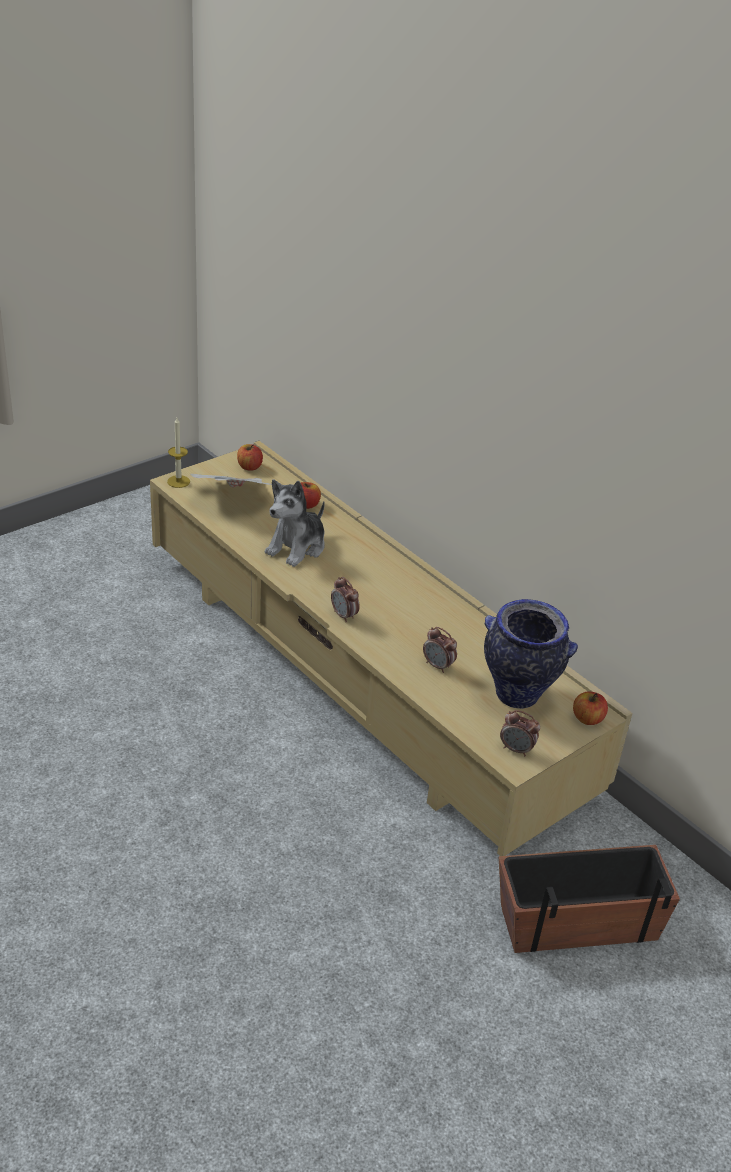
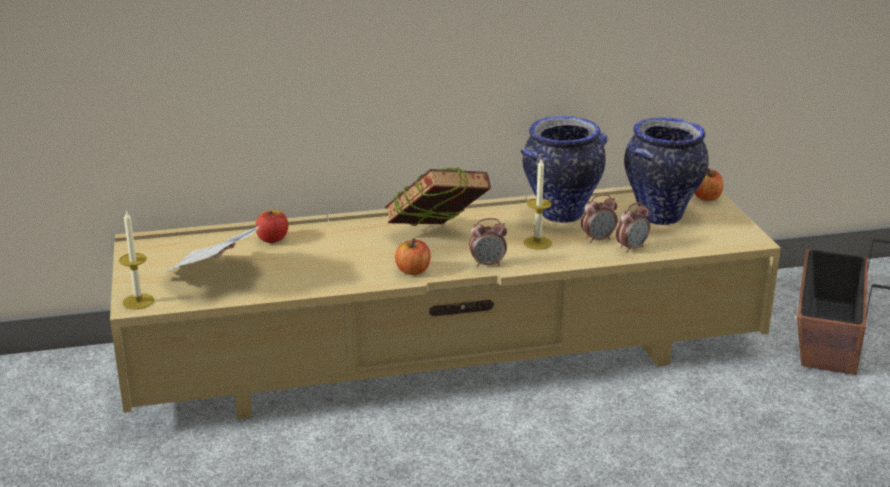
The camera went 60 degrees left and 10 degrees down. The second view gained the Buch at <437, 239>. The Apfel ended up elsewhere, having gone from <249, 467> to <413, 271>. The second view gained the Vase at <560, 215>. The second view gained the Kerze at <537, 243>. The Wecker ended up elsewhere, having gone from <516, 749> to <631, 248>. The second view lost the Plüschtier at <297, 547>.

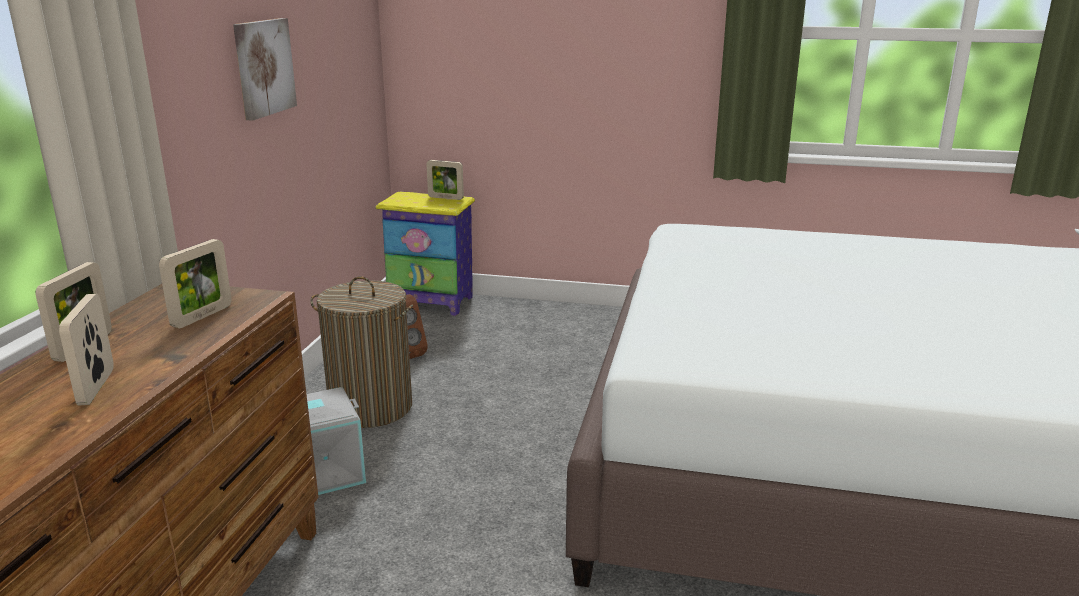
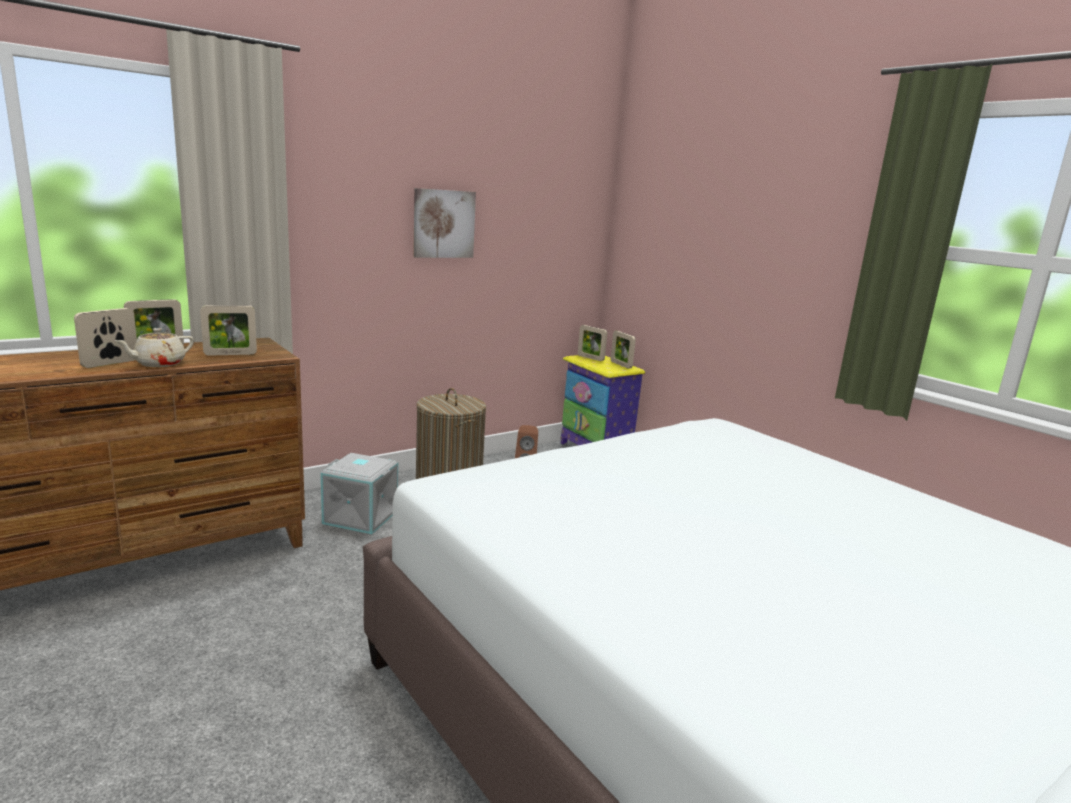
The camera went 40 degrees right and 5 degrees down. The second view gained the Teekanne [beige] at <159, 364>. The second view gained the Bilderrahmen at <590, 358>.

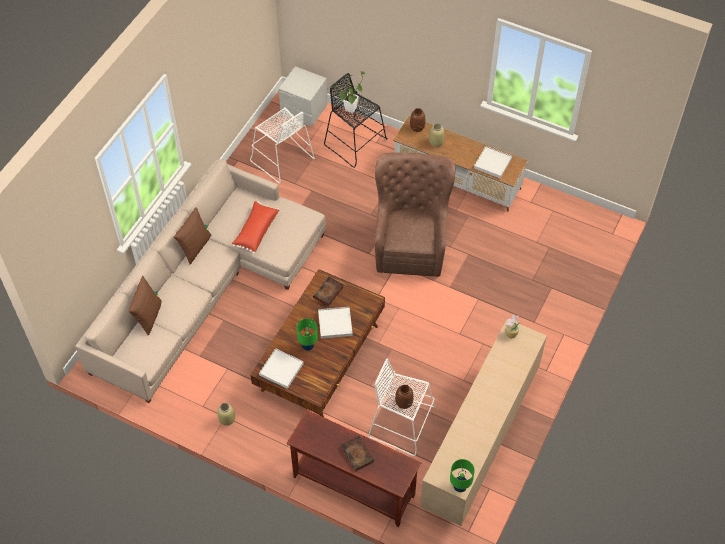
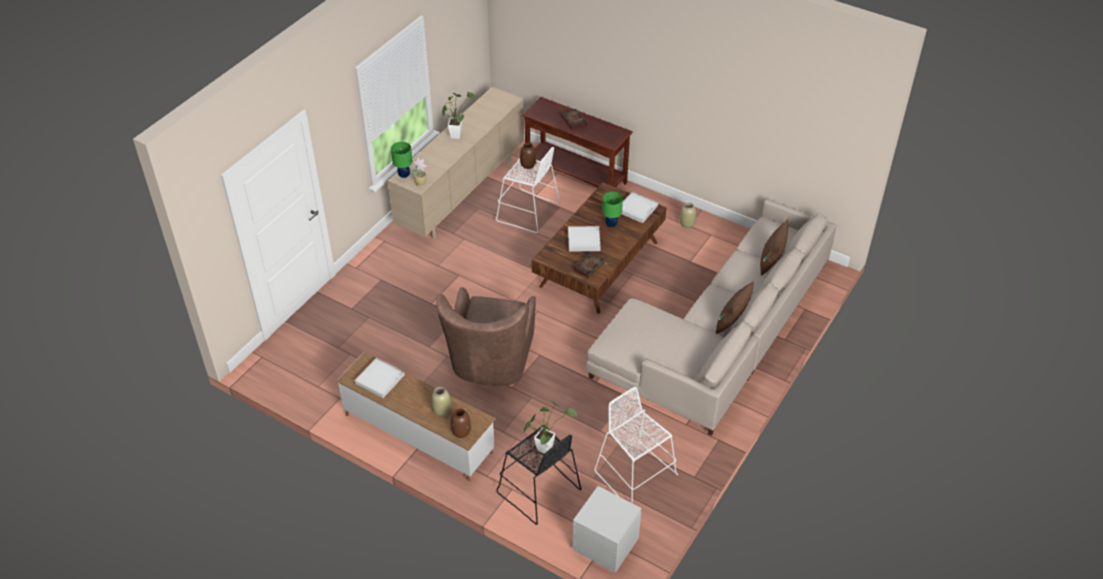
The camera went 175 degrees left and 10 degrees down. The Tischlampe [grün] ended up elsewhere, having gone from <460, 486> to <403, 175>. The second view gained the Topfpflanze at <456, 134>. The second view lost the Kissen [rot] at <255, 231>.

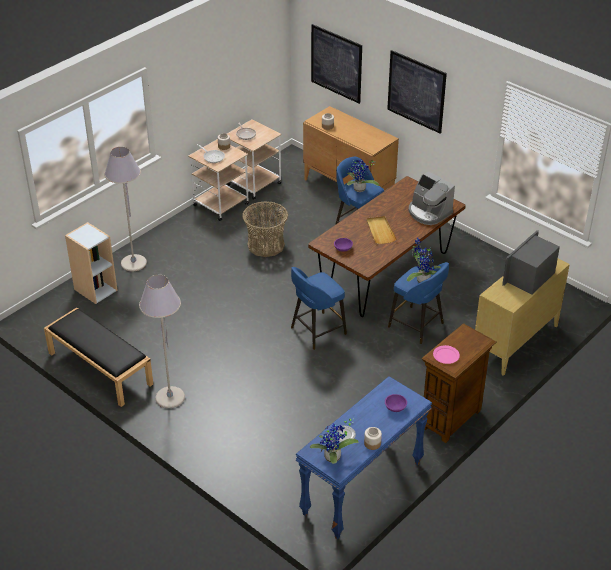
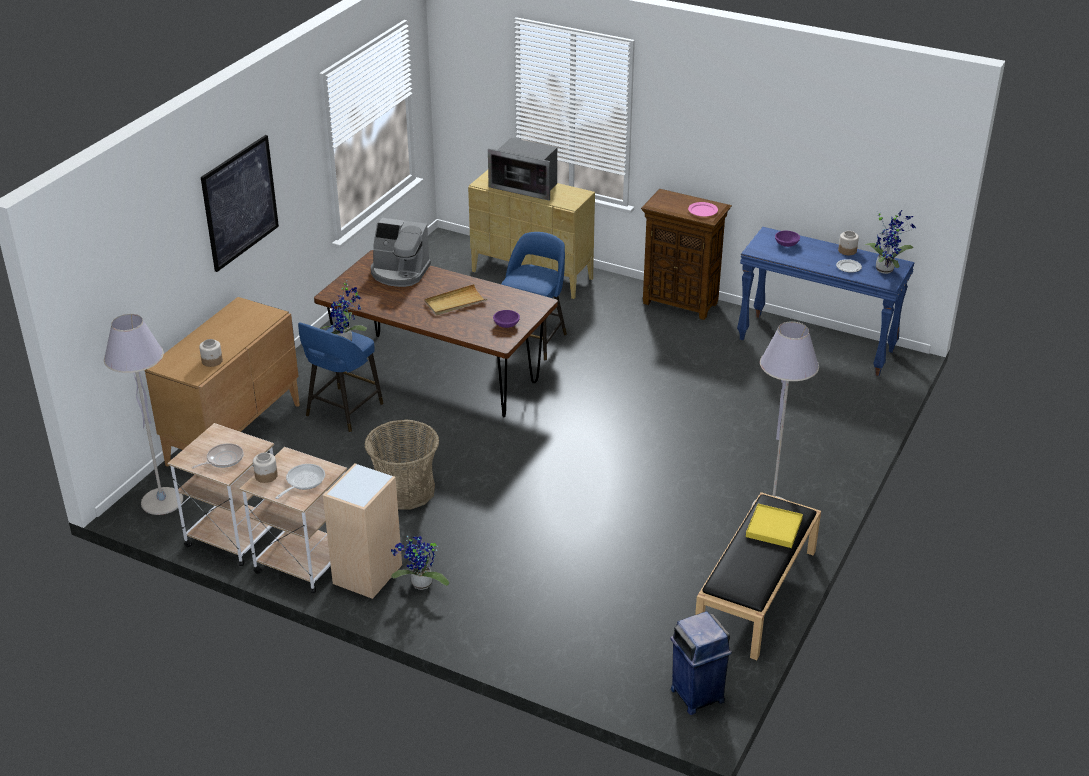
The camera went 105 degrees left and 5 degrees down. The Stehlampe [grau] ended up elsewhere, having gone from <133, 263> to <162, 502>. The Bücherregal ended up elsewhere, having gone from <95, 289> to <366, 574>. The Kaffeemaschine at <428, 212> ended up facing another way, 75 degrees clockwise from before. The Topfpflanze ended up elsewhere, having gone from <422, 280> to <420, 585>. The second view gained the Mülleimer [blau] at <697, 694>. The second view gained the Tablett [gelb] at <774, 528>. The second view lost the Hocker [blau] at <317, 331>. The second view lost the Bild at <336, 63>.

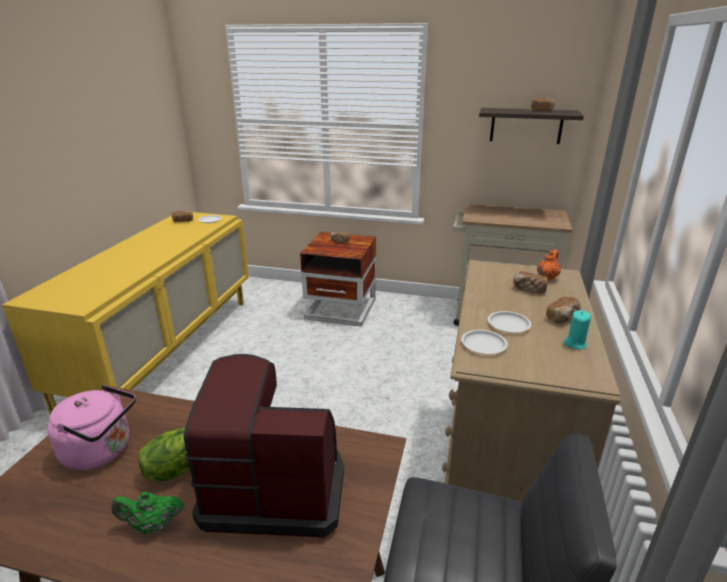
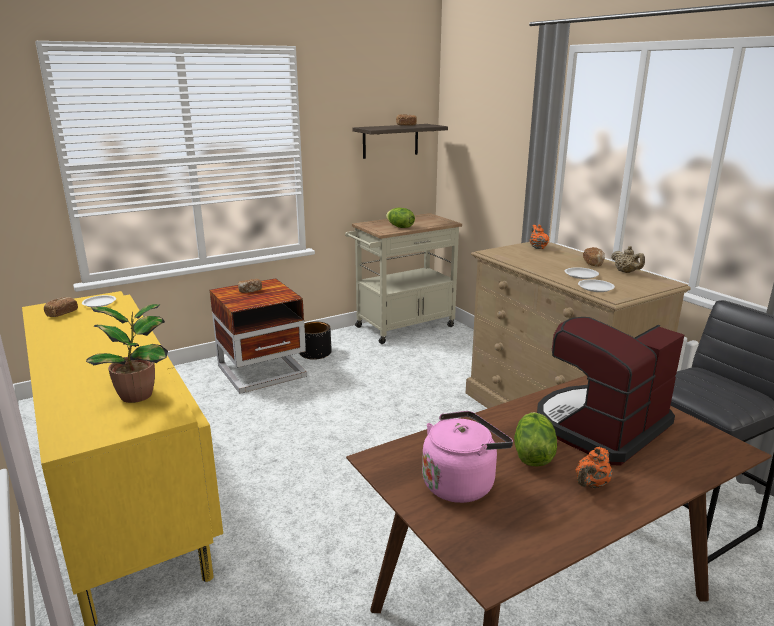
The camera went 45 degrees left and 5 degrees down. The second view gained the Topfpflanze at <139, 394>. The second view gained the Pflanzkübel [schwarz] at <315, 353>. The second view gained the Salatkopf at <400, 227>. What was the Teekanne [grün] at <152, 525> turned into the Teekanne [orange] at <591, 484>. Where the Kerze [türkis] stood at <575, 344>, the Teekanne [beige] came to stand at <626, 272>. The second view lost the Brot at <529, 289>.

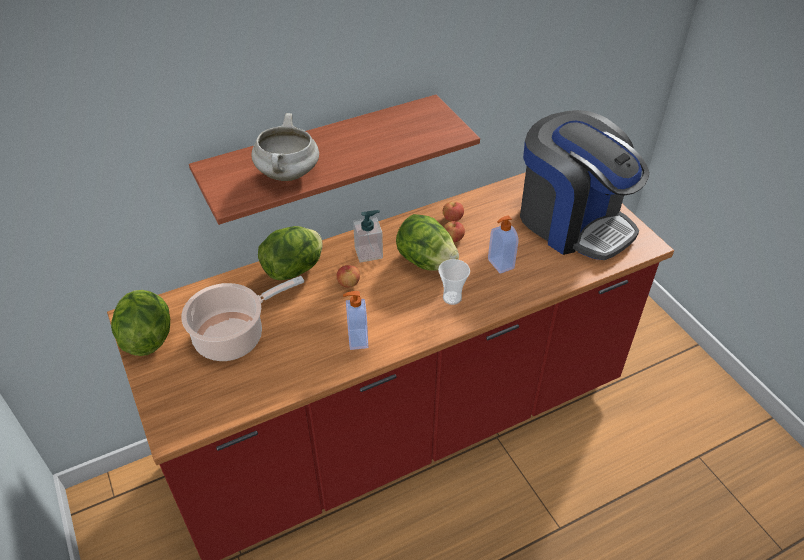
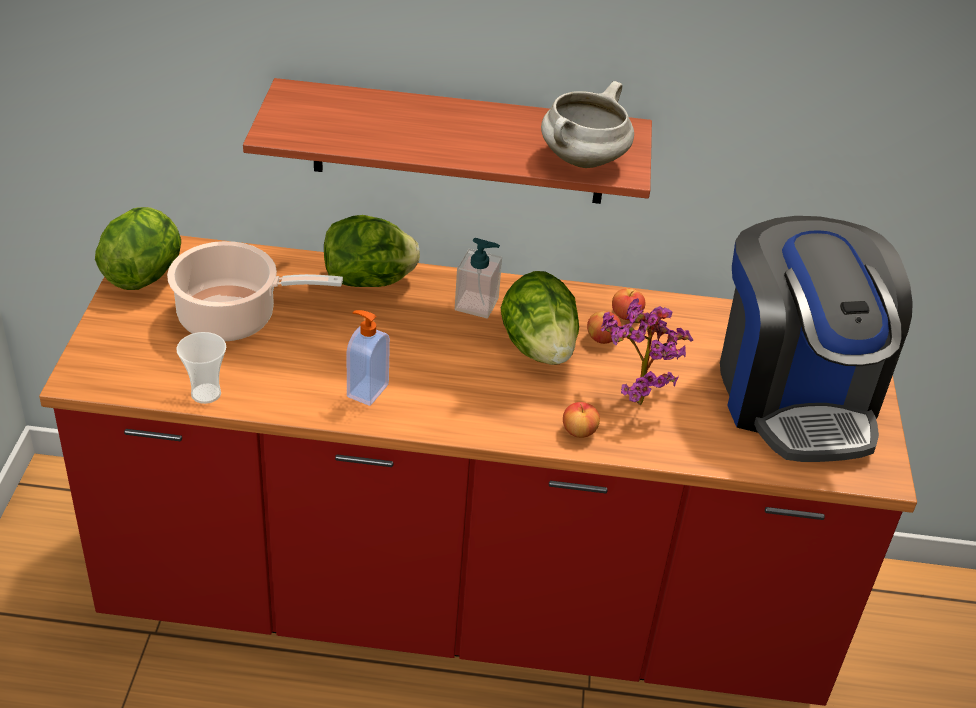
The camera went 30 degrees right and 5 degrees down. The Tasse ended up elsewhere, having gone from <452, 298> to <206, 394>. The Kochtopf [weiß] ended up elsewhere, having gone from <288, 174> to <583, 161>. The Apfel ended up elsewhere, having gone from <348, 283> to <579, 431>. Where the Seifenspender stood at <500, 264>, the Topfpflanze came to stand at <634, 397>.

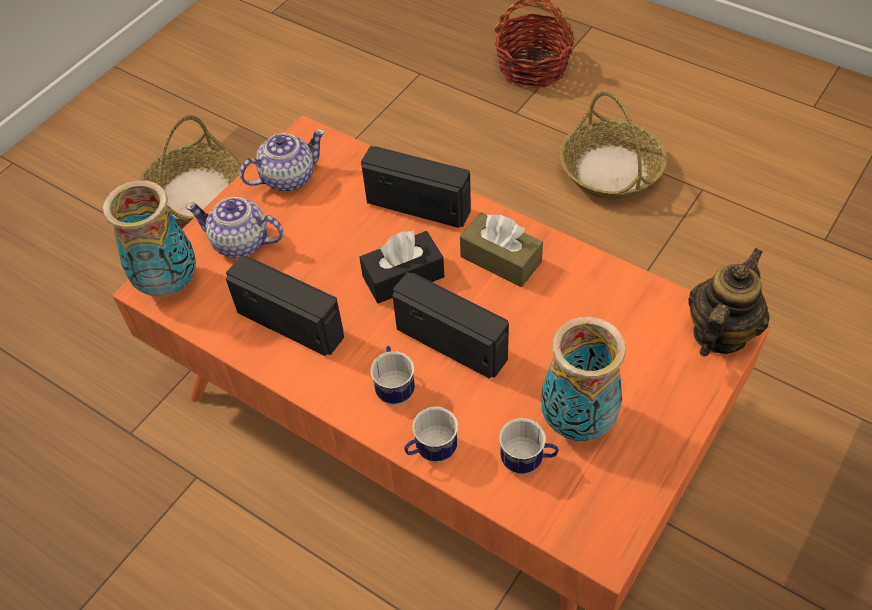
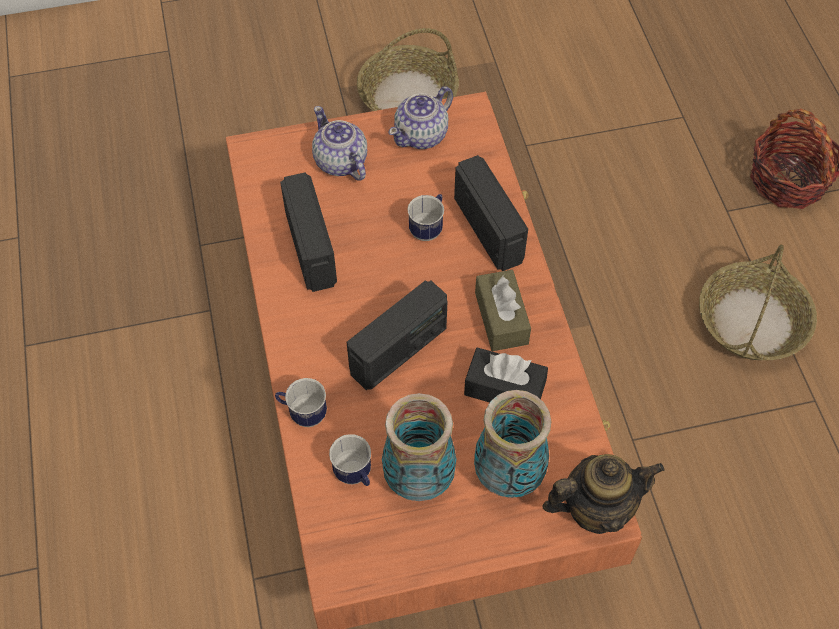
The camera went 40 degrees right and 5 degrees up. The Radio at <452, 342> ended up facing another way, 60 degrees clockwise from before. The Teekanne at <287, 177> ended up facing another way, 120 degrees clockwise from before. The Henkelbecher ended up elsewhere, having gone from <394, 387> to <428, 228>. The Taschentuchbox [schwarz] ended up elsewhere, having gone from <403, 277> to <504, 389>. The Vase ended up elsewhere, having gone from <169, 284> to <508, 476>.

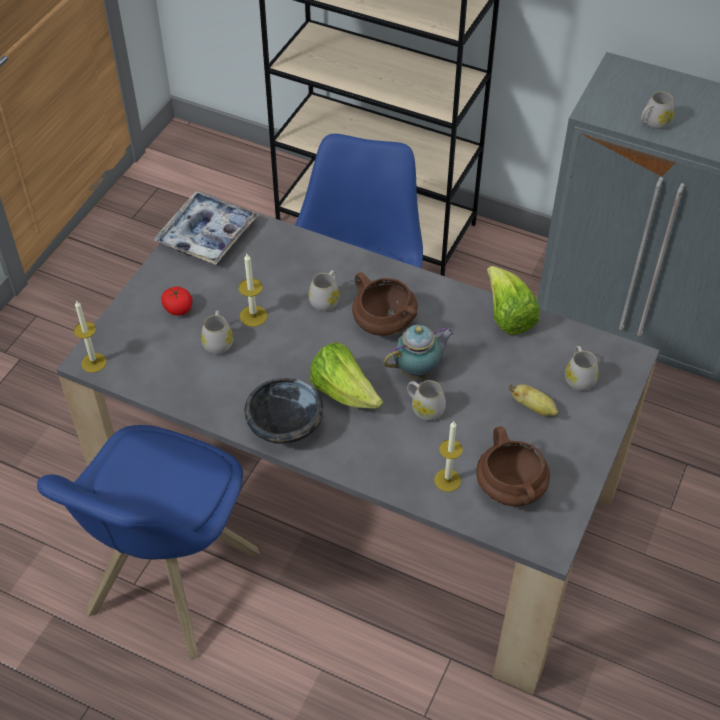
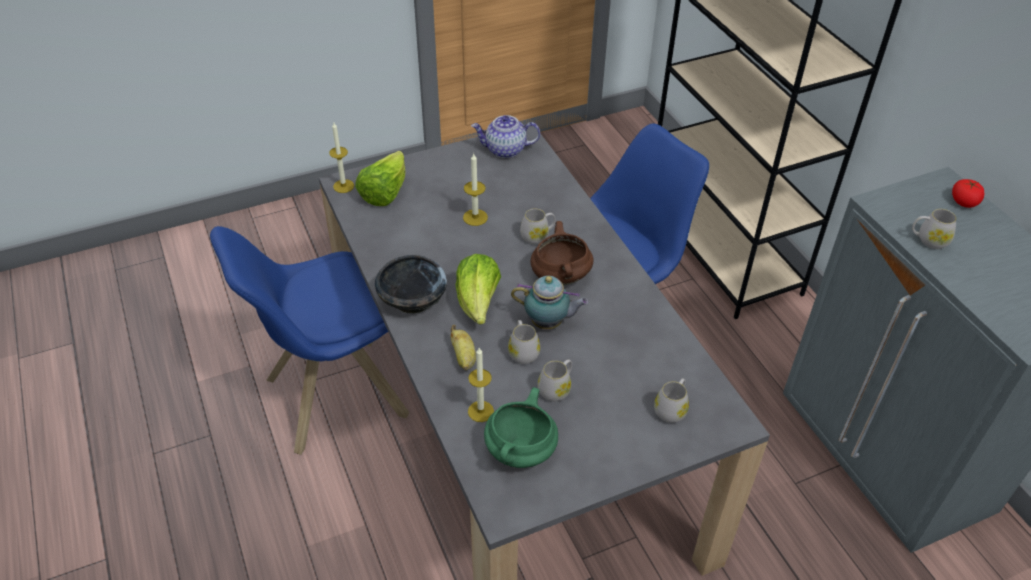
The camera went 40 degrees right and 5 degrees down. The Salatkopf ended up elsewhere, having gone from <508, 316> to <385, 193>. The Banane ended up elsewhere, having gone from <533, 408> to <464, 357>. Where the Tablett stood at <207, 235>, the Teekanne came to stand at <505, 150>. What was the Kochtopf [braun] at <511, 489> turned into the Kochtopf [grün] at <521, 452>. The Henkelbecher [weiß] ended up elsewhere, having gone from <218, 341> to <556, 388>. The Tomate ended up elsewhere, having gone from <178, 308> to <964, 201>.

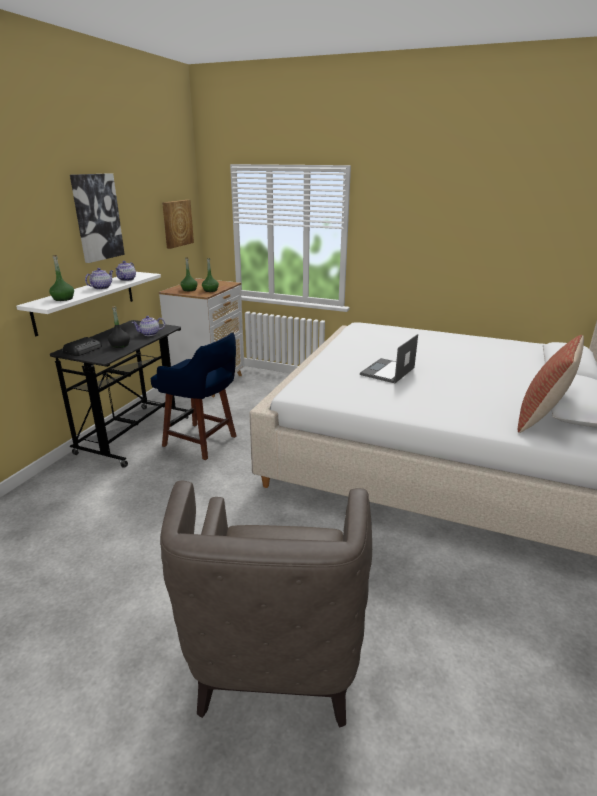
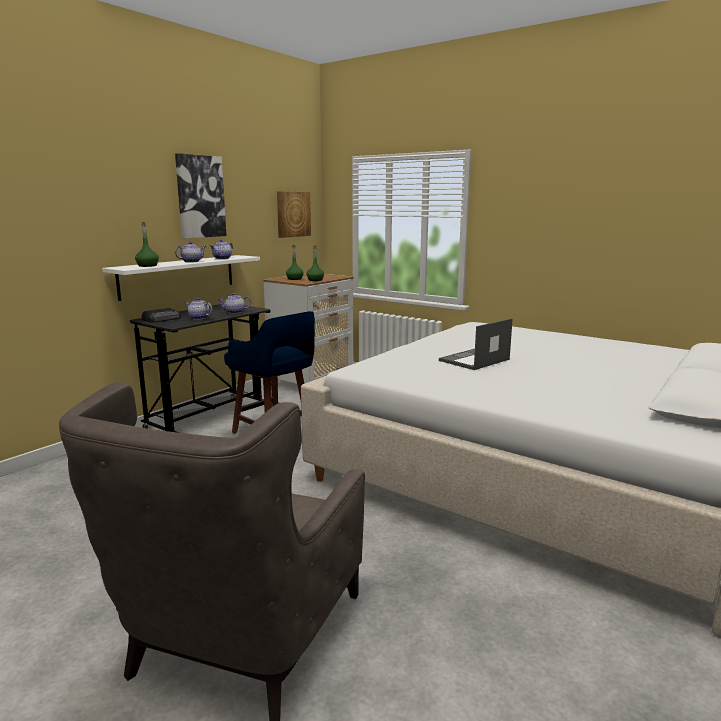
The camera went 15 degrees right and 10 degrees down. Where the Flasche [schwarz] stood at <120, 345>, the Teekanne came to stand at <198, 318>. The second view lost the Kissen at <541, 419>.

